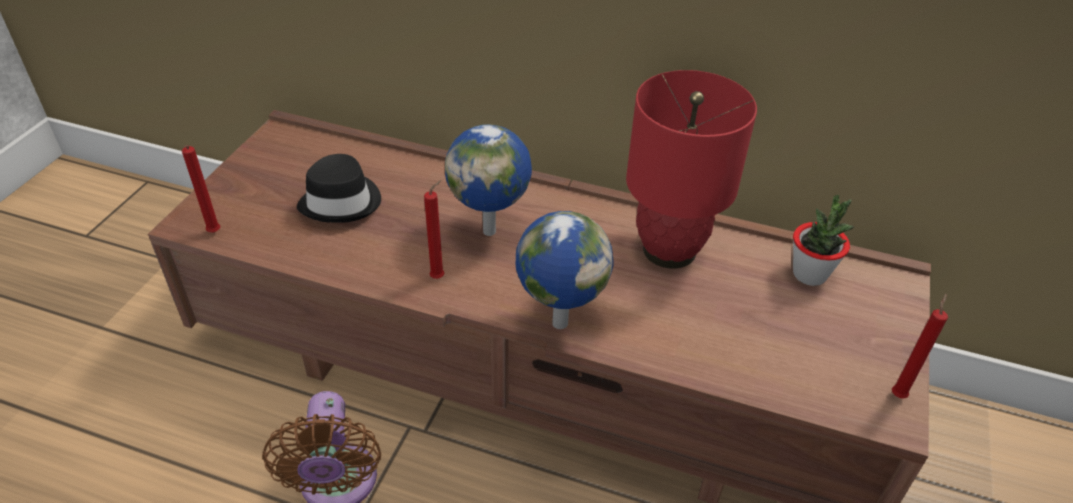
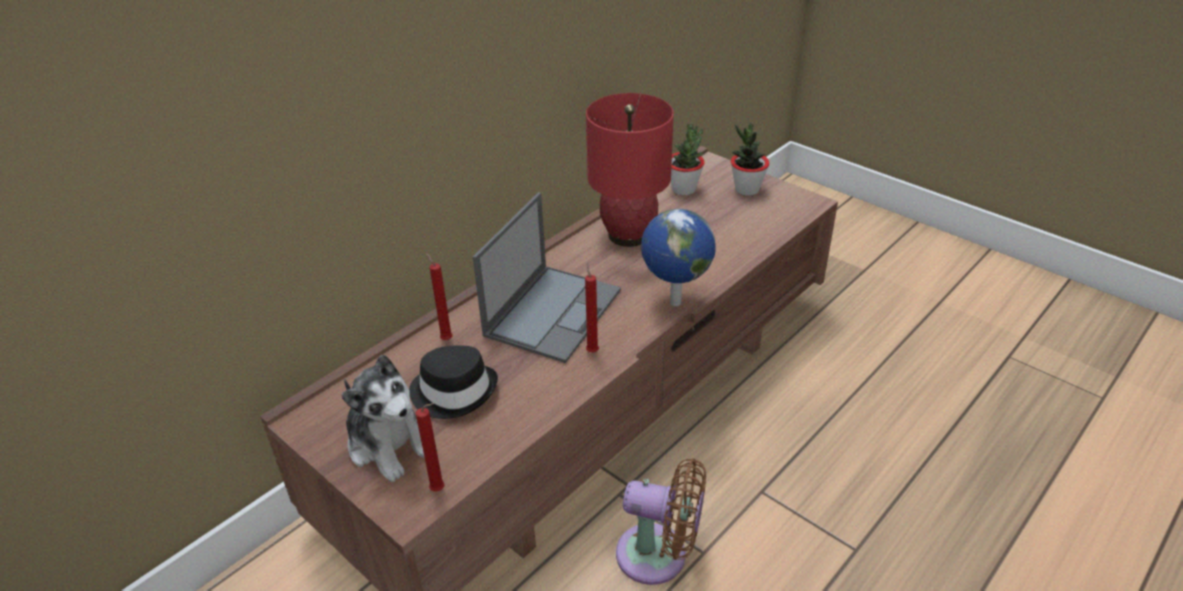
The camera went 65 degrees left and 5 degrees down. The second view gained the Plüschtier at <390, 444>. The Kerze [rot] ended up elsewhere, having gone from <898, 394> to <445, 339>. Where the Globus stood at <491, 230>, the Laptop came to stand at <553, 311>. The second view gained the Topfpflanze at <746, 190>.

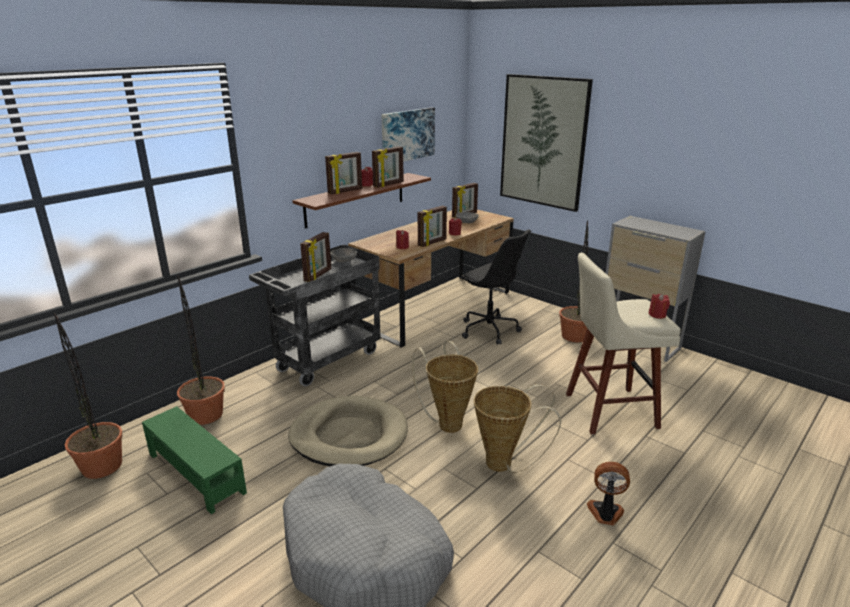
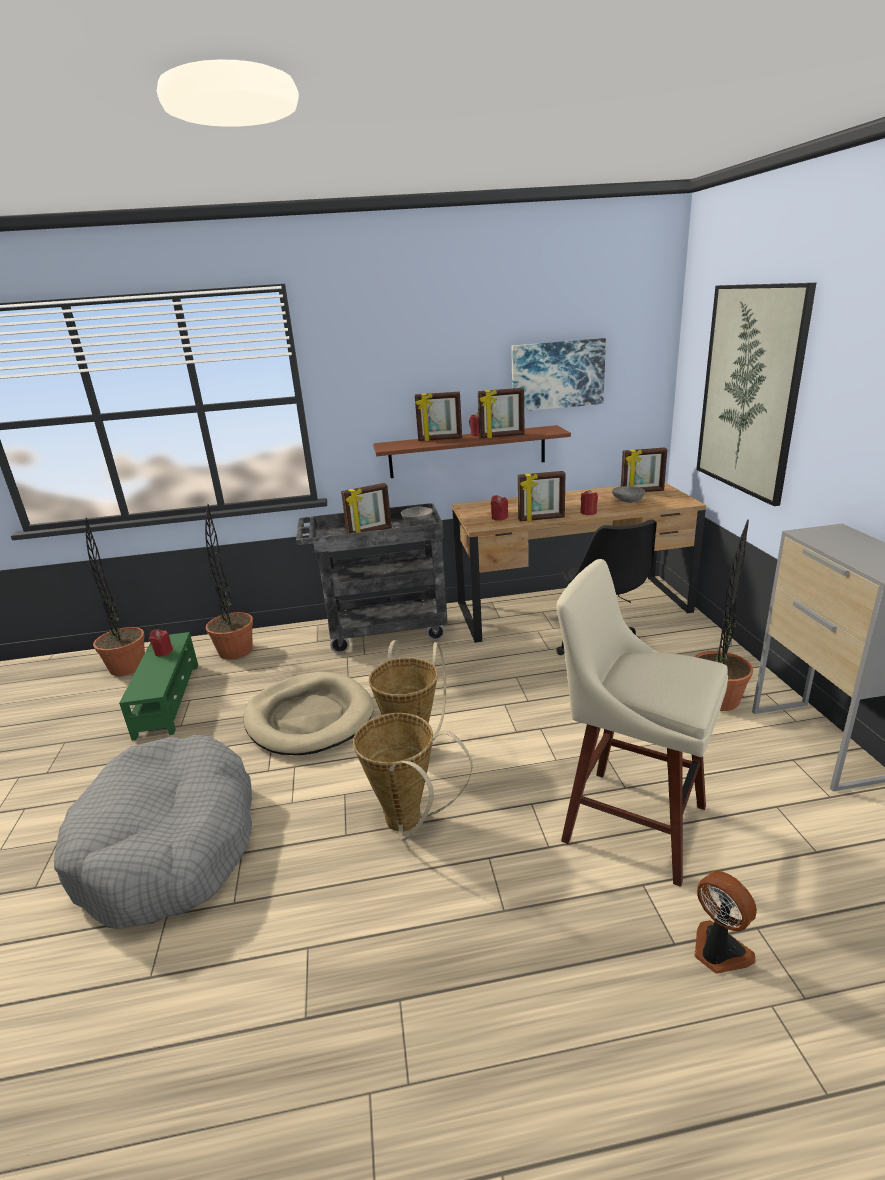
The camera went 40 degrees right and 0 degrees up. The Kerze [rot] ended up elsewhere, having gone from <657, 315> to <163, 652>. The Ventilator ended up elsewhere, having gone from <605, 513> to <718, 951>.

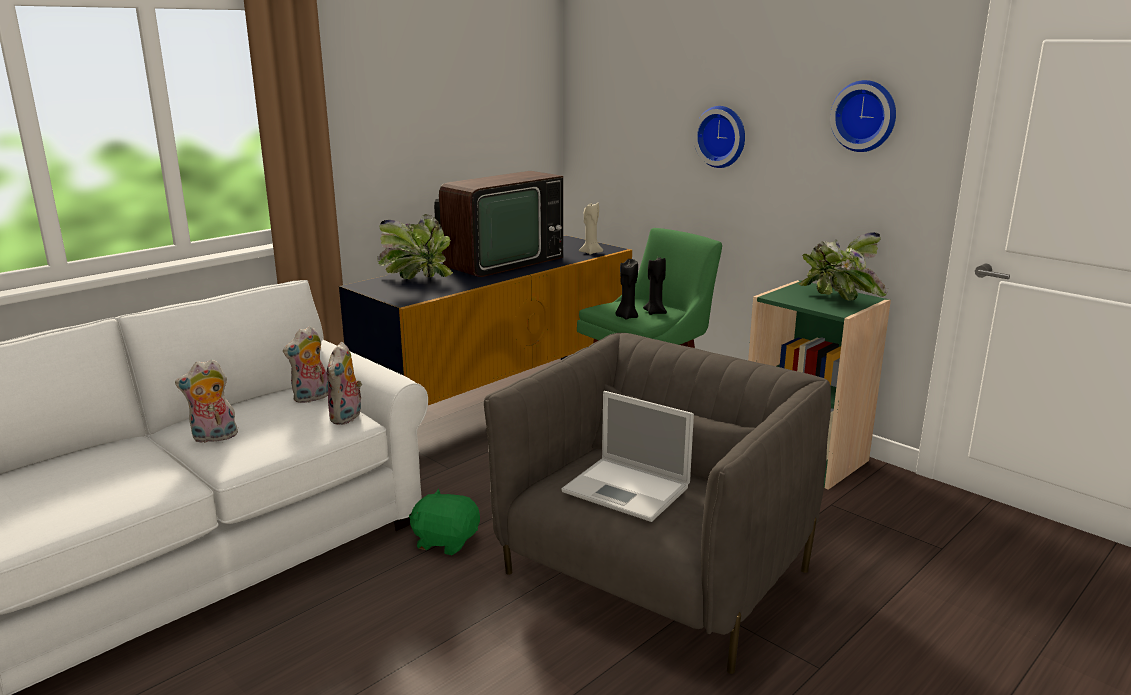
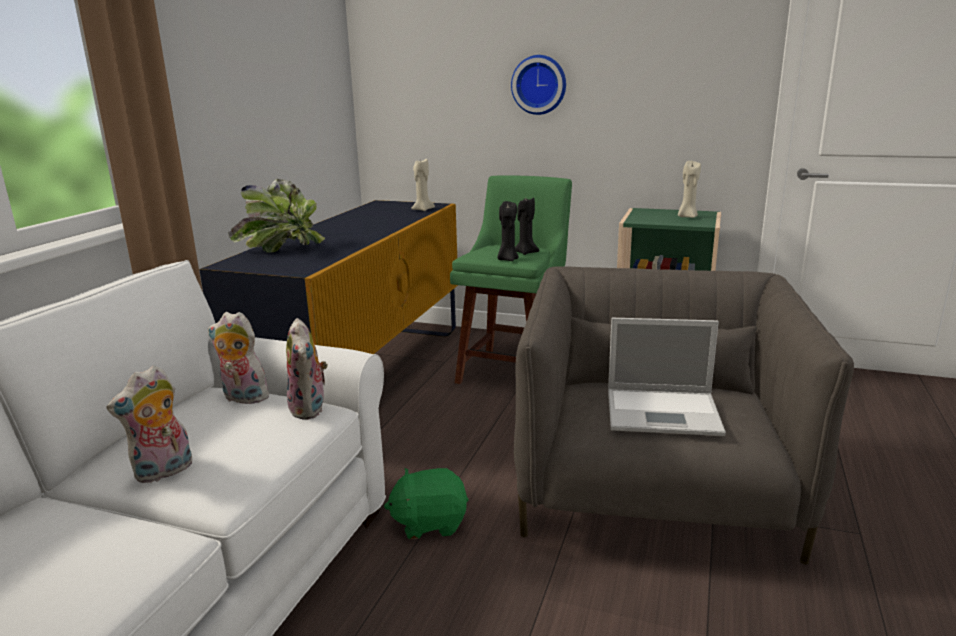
The camera went 25 degrees left and 0 degrees up. The Plüschtier at <312, 398> ended up facing another way, 90 degrees clockwise from before. Where the Topfpflanze stood at <838, 300>, the Kerze [beige] came to stand at <687, 217>. The second view lost the Fernseher at <498, 262>. The second view lost the Wanduhr at <865, 116>.

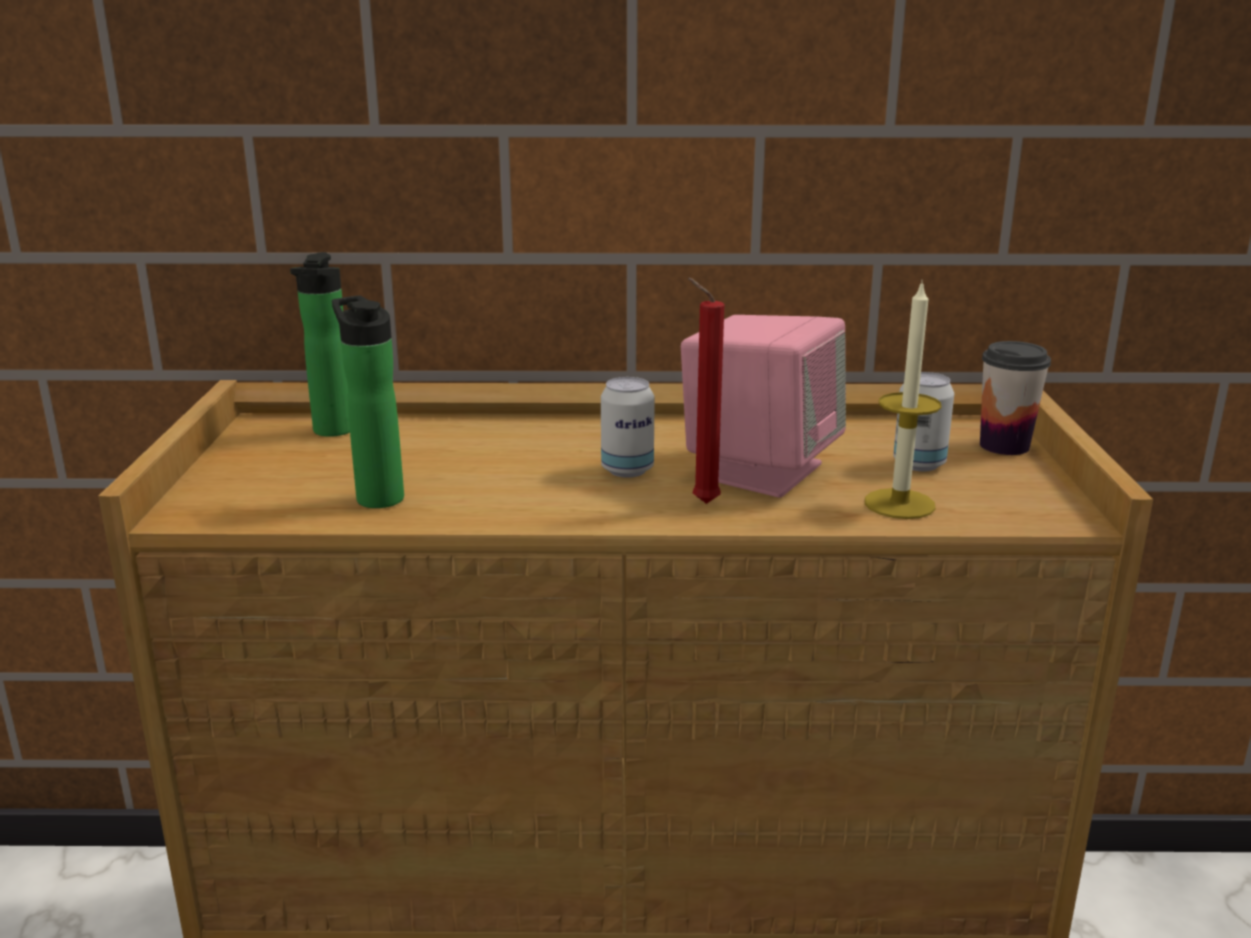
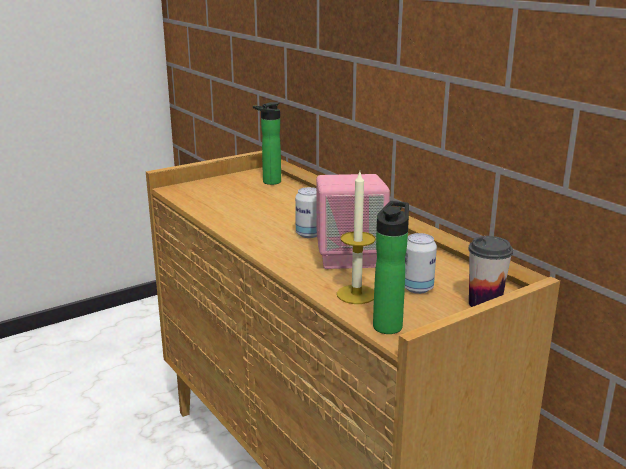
The camera went 55 degrees right and 0 degrees up. The Flasche ended up elsewhere, having gone from <377, 496> to <388, 324>. The second view lost the Kerze [rot] at <701, 502>.

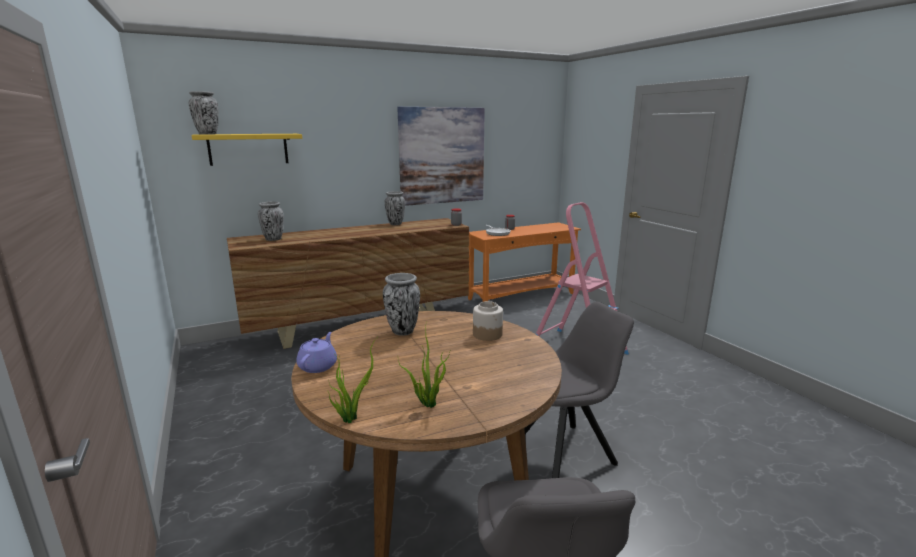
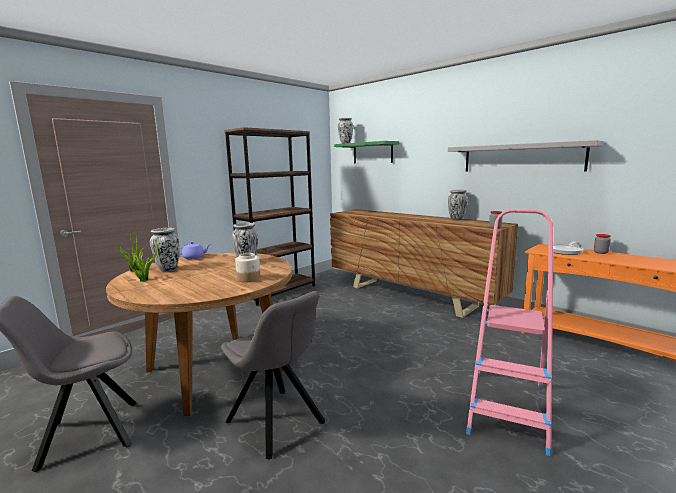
The camera went 70 degrees right and 5 degrees down. The Vase ended up elsewhere, having gone from <273, 239> to <168, 269>. The second view gained the Bücherregal [braun] at <279, 291>. What was the Wandregal [gelb] at <248, 149> turned into the Wandregal [grün] at <372, 153>. Where the Bild hung at <442, 156>, the Wandregal [grau] came to hang at <521, 158>.

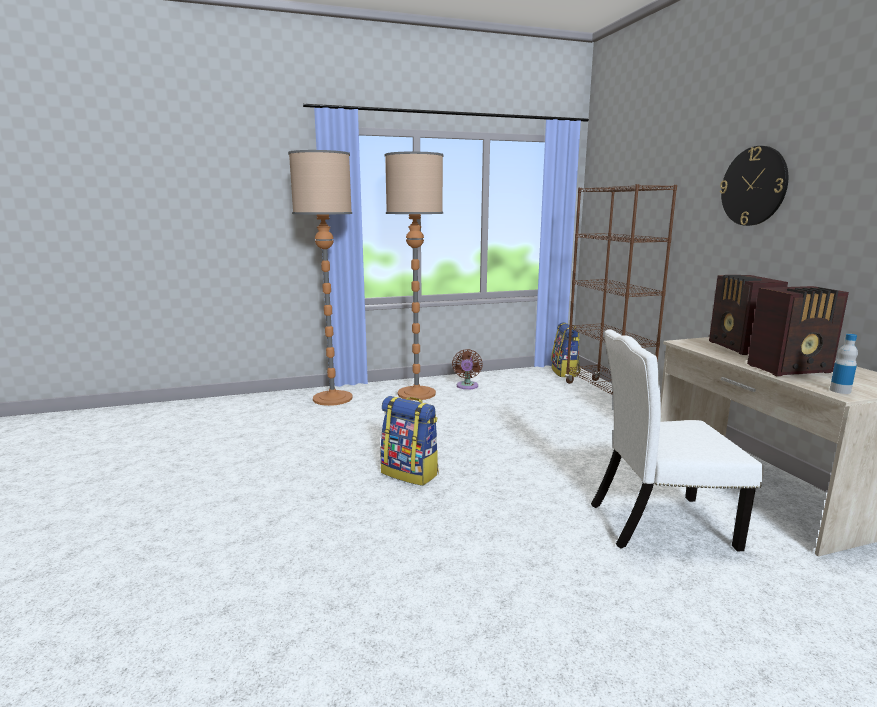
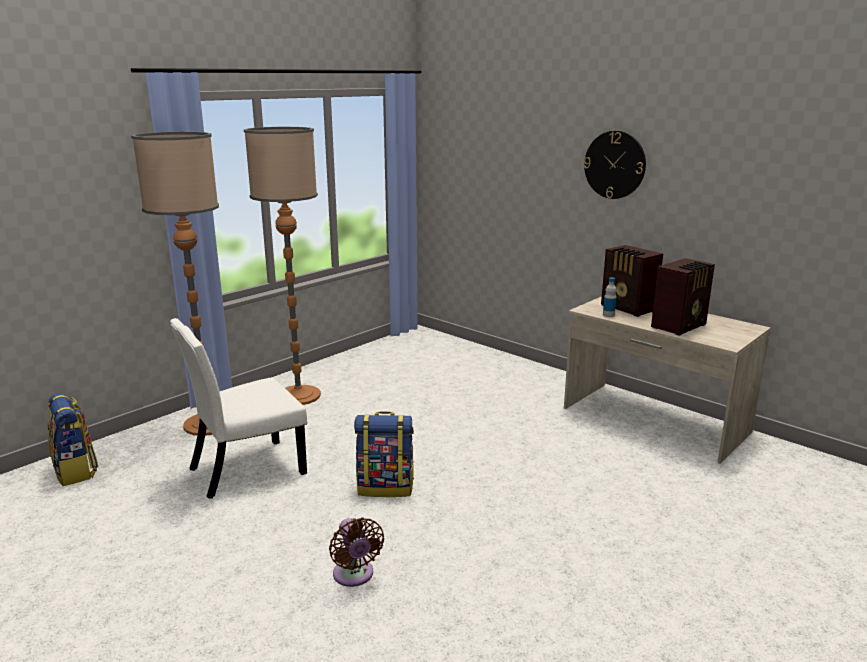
The camera went 30 degrees left and 5 degrees up. The Rucksack ended up elsewhere, having gone from <565, 372> to <76, 471>. The Stuhl [weiß] ended up elsewhere, having gone from <663, 523> to <249, 469>. The Ventilator [braun] ended up elsewhere, having gone from <467, 386> to <354, 576>. The Flasche ended up elsewhere, having gone from <840, 391> to <608, 315>. The second view lost the Bücherregal [braun] at <606, 395>.

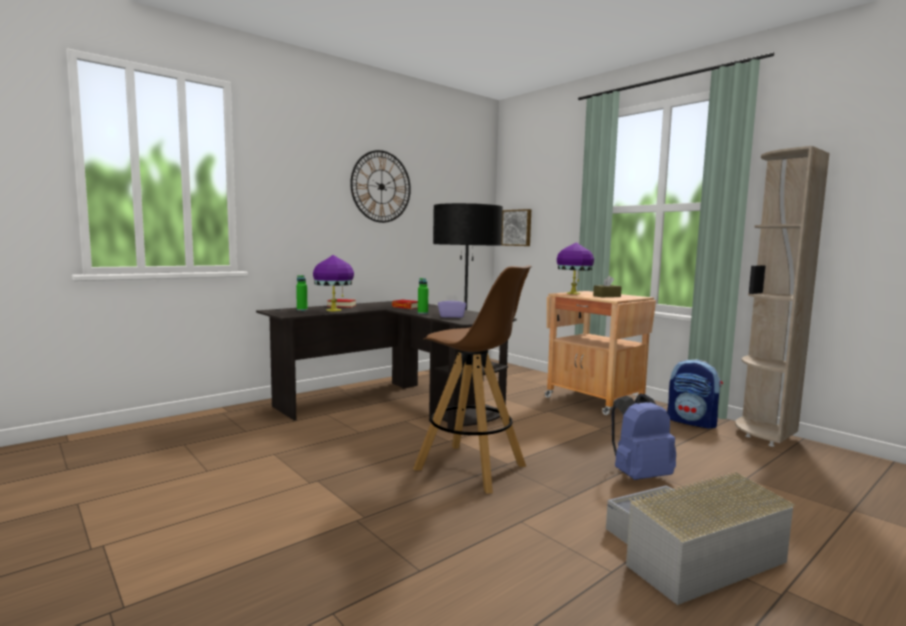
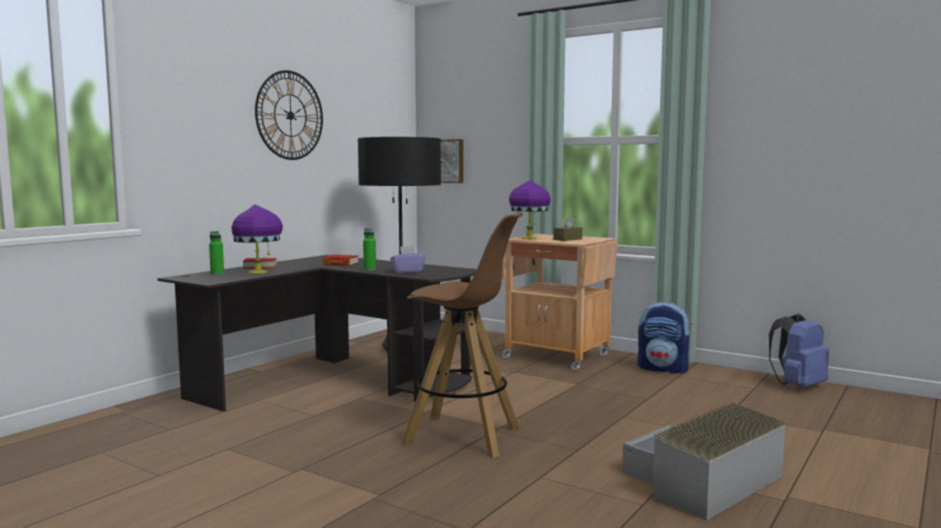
The camera went 15 degrees left and 0 degrees up. The Rucksack [blau] ended up elsewhere, having gone from <638, 476> to <798, 386>. The second view lost the Bücherregal [beige] at <762, 437>.

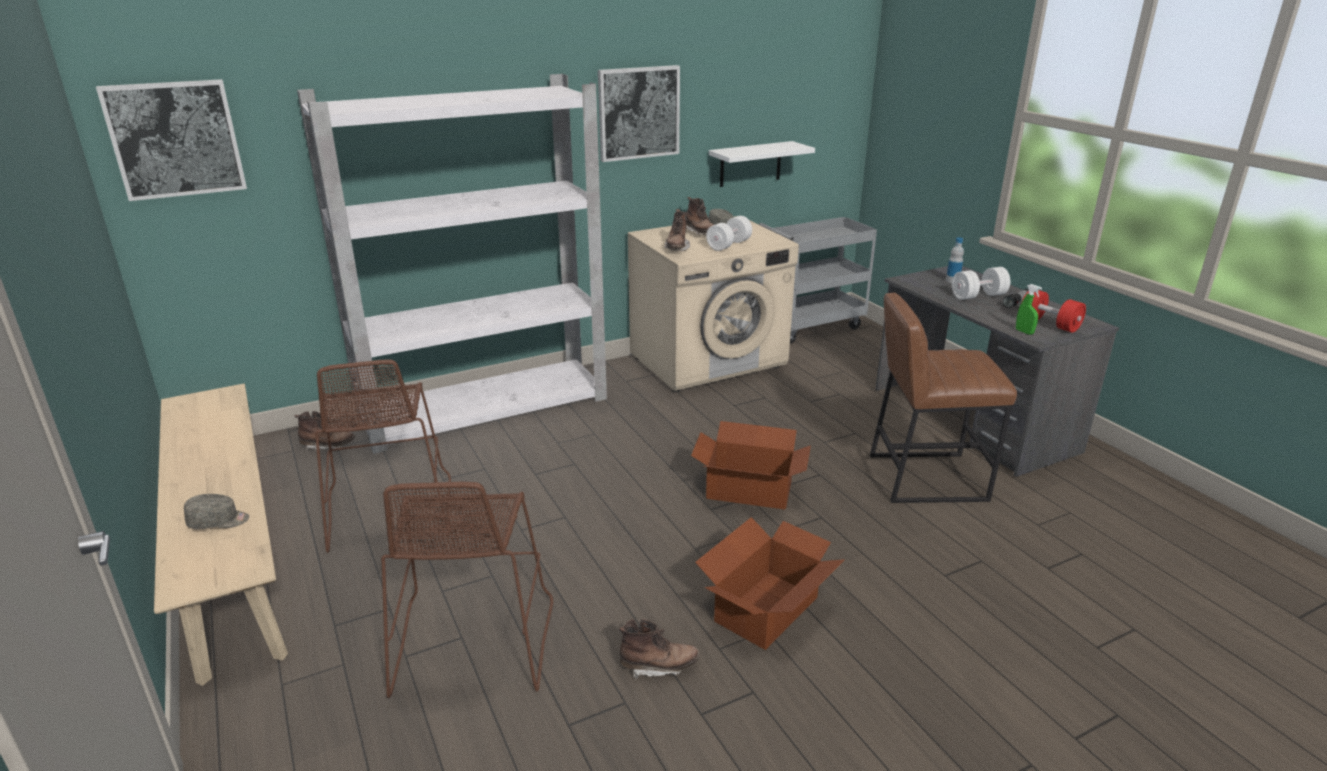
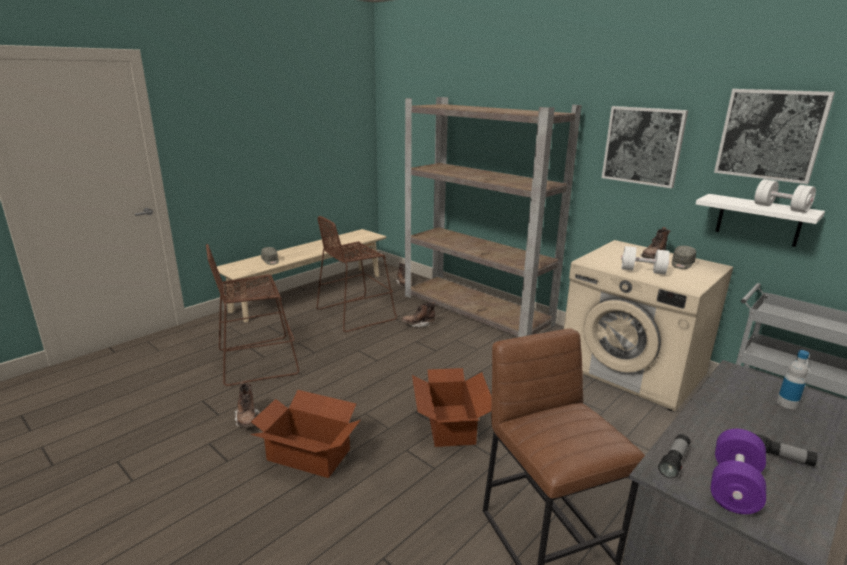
The camera went 70 degrees right and 5 degrees down. The Stiefel [braun] ended up elsewhere, having gone from <677, 248> to <418, 324>. What was the Bücherregal [weiß] at <485, 407> turned into the Bücherregal [braun] at <476, 310>. Where the Sprühflasche [grün] stood at <1024, 332>, the Taschenlampe came to stand at <674, 461>. What was the Hantel [rot] at <1049, 324> turned into the Hantel [lila] at <734, 486>. The Bild ended up elsewhere, having gone from <175, 139> to <770, 135>. The Hantel [weiß] ended up elsewhere, having gone from <978, 296> to <780, 208>.

